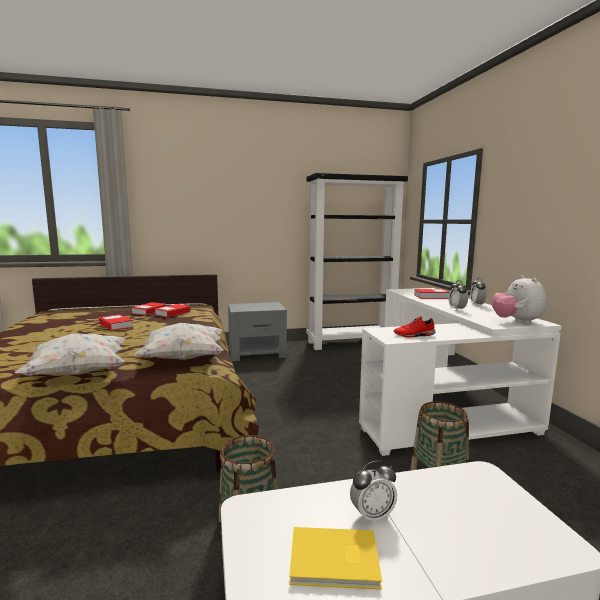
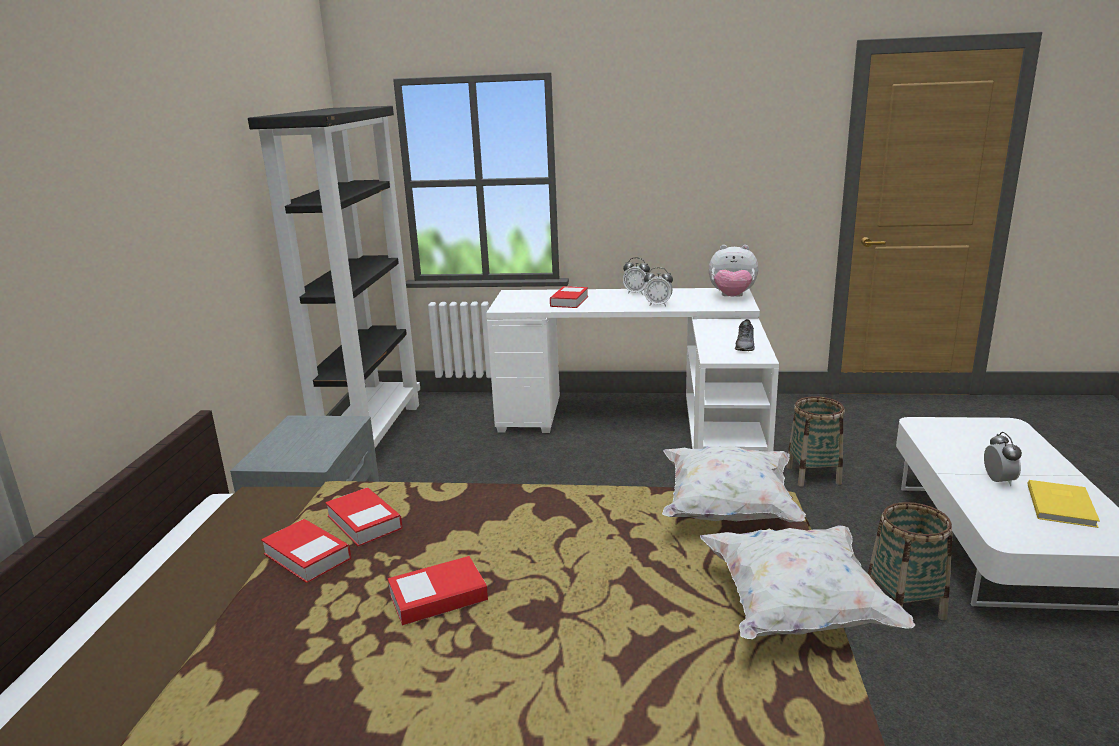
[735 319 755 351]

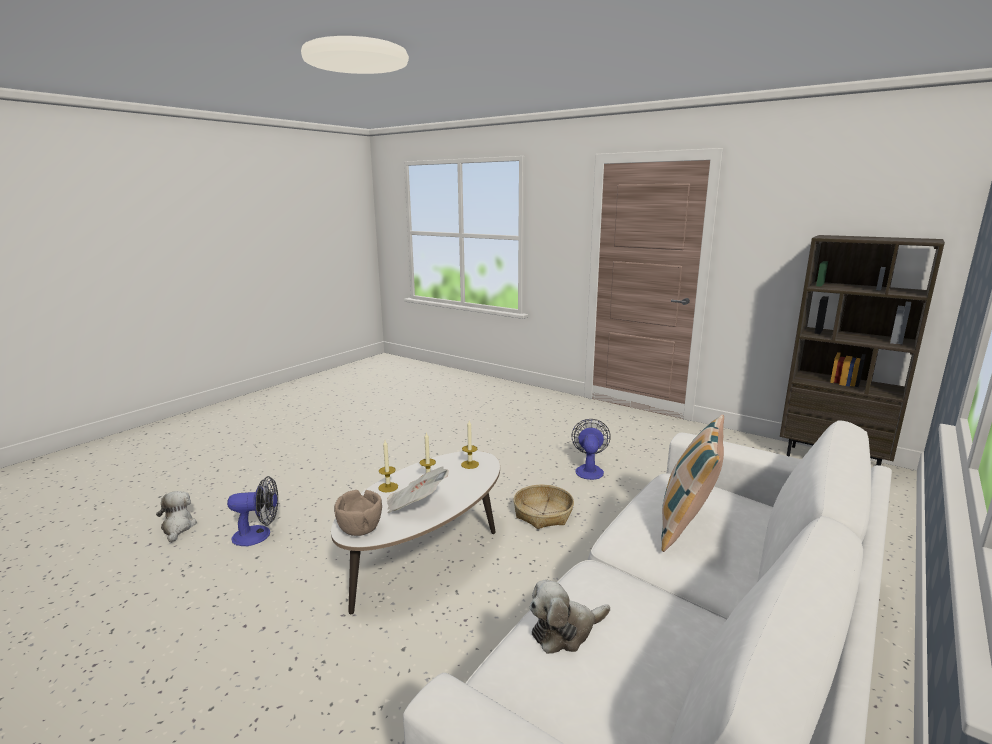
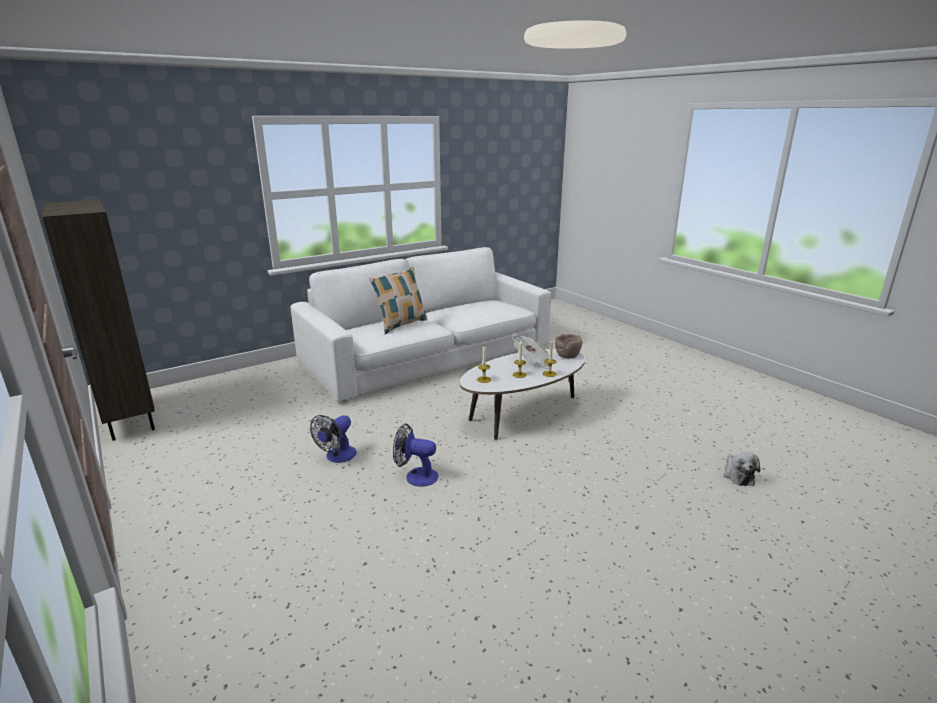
[393 423 438 486]
[513 485 574 529] (first image)
[529 580 610 654] (first image)

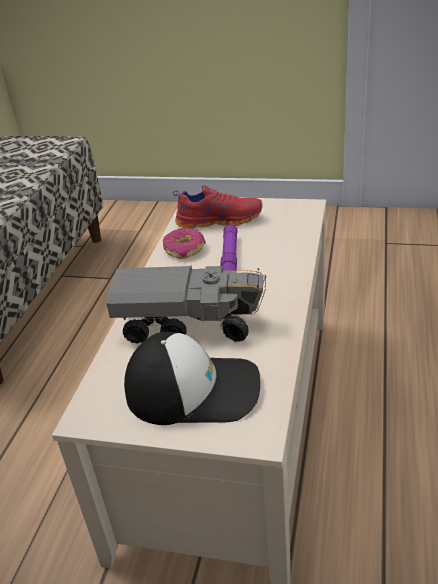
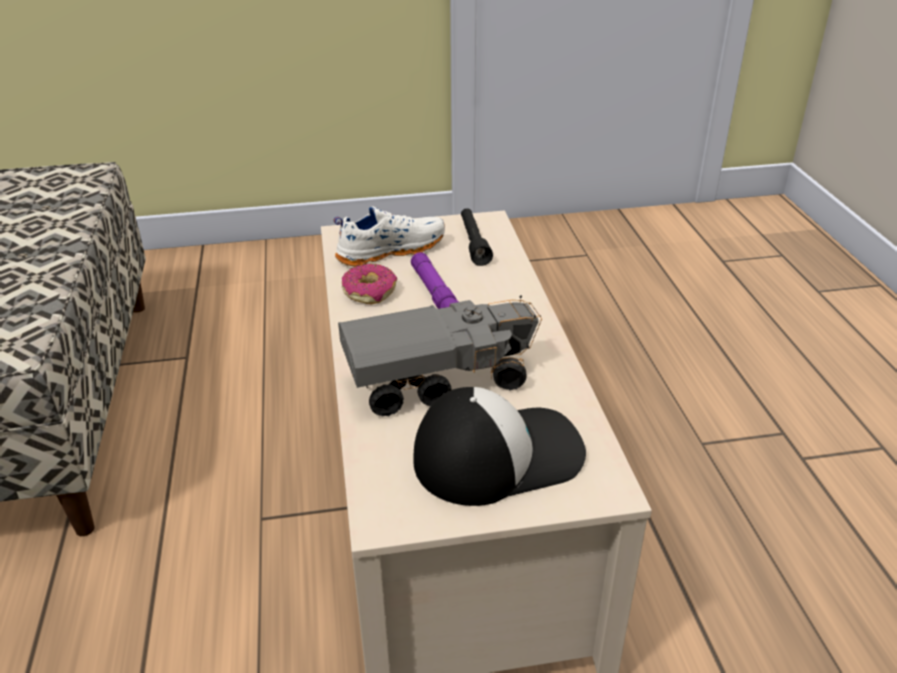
[334 207 445 266]
[461 208 493 266]

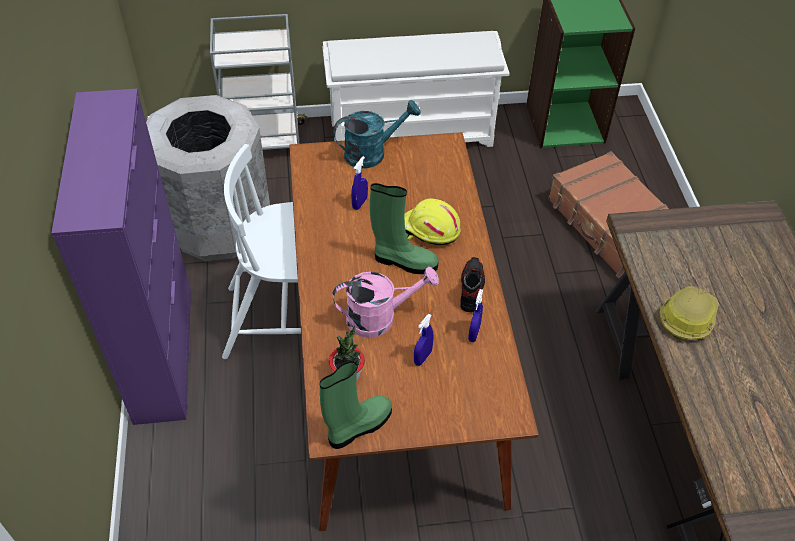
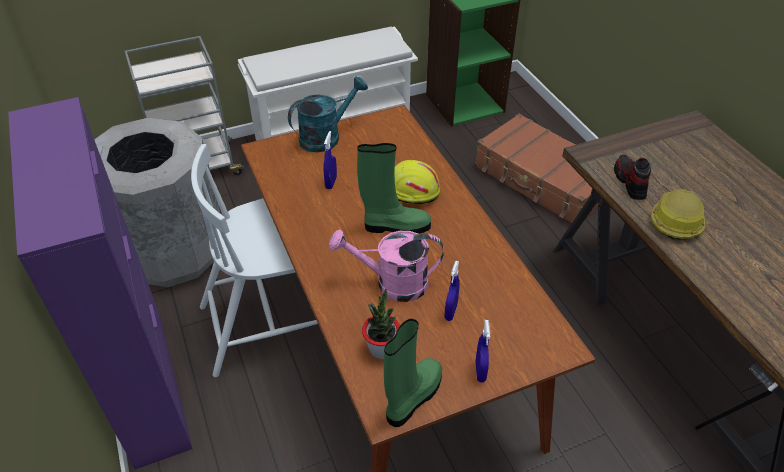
[614 155 651 200]
[329 229 443 302]
[476 320 490 383]

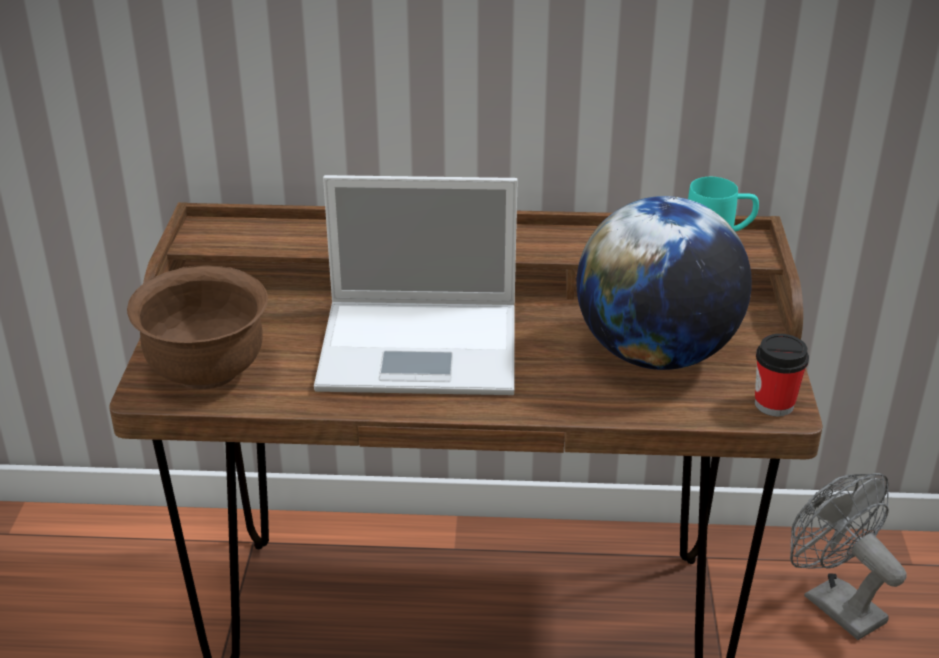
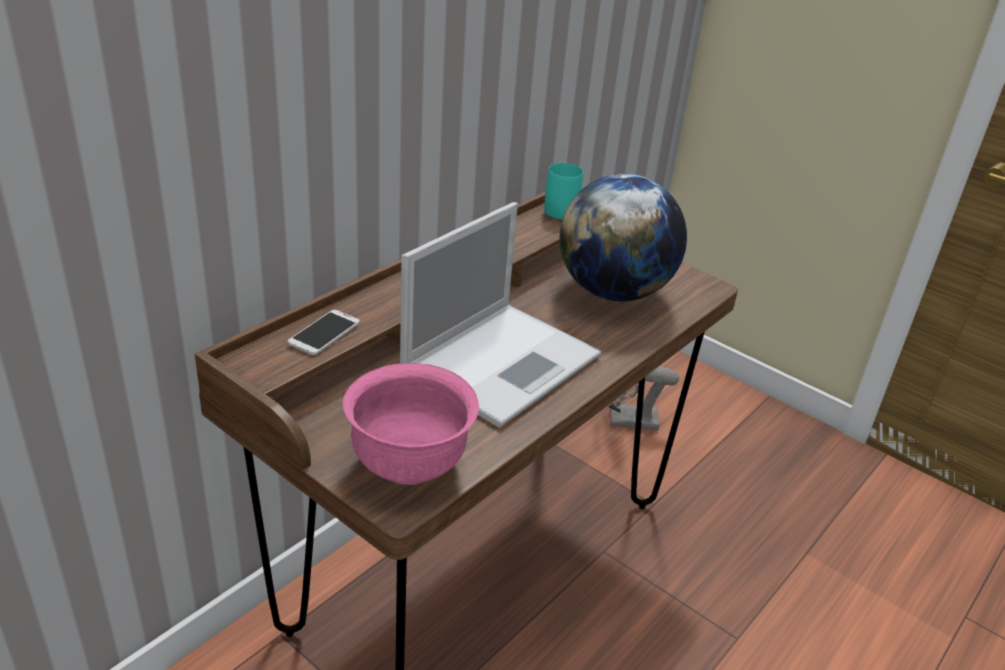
[343 363 479 485]
[755 334 809 416] (first image)
[288 310 360 355]

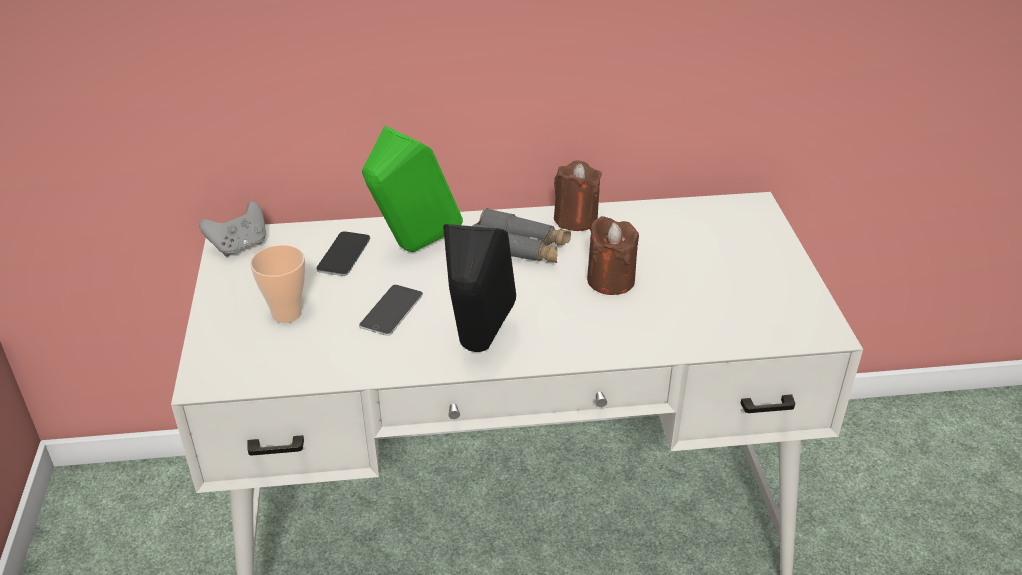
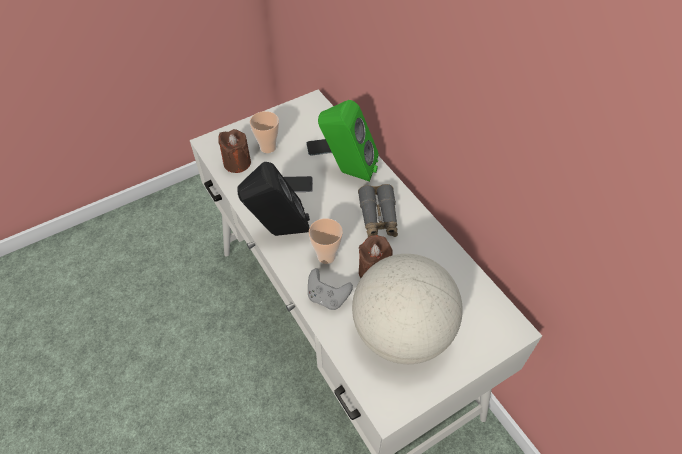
[218 129 251 173]
[308 268 353 310]
[309 218 343 264]
[352 254 463 364]

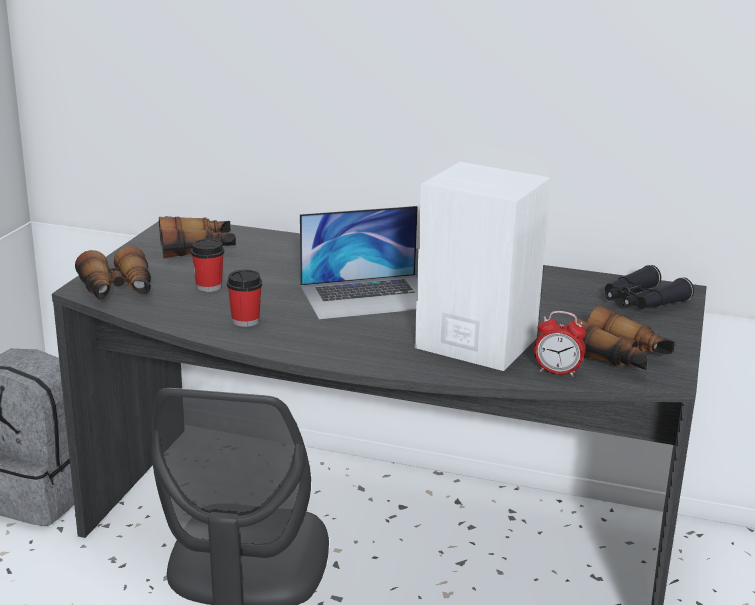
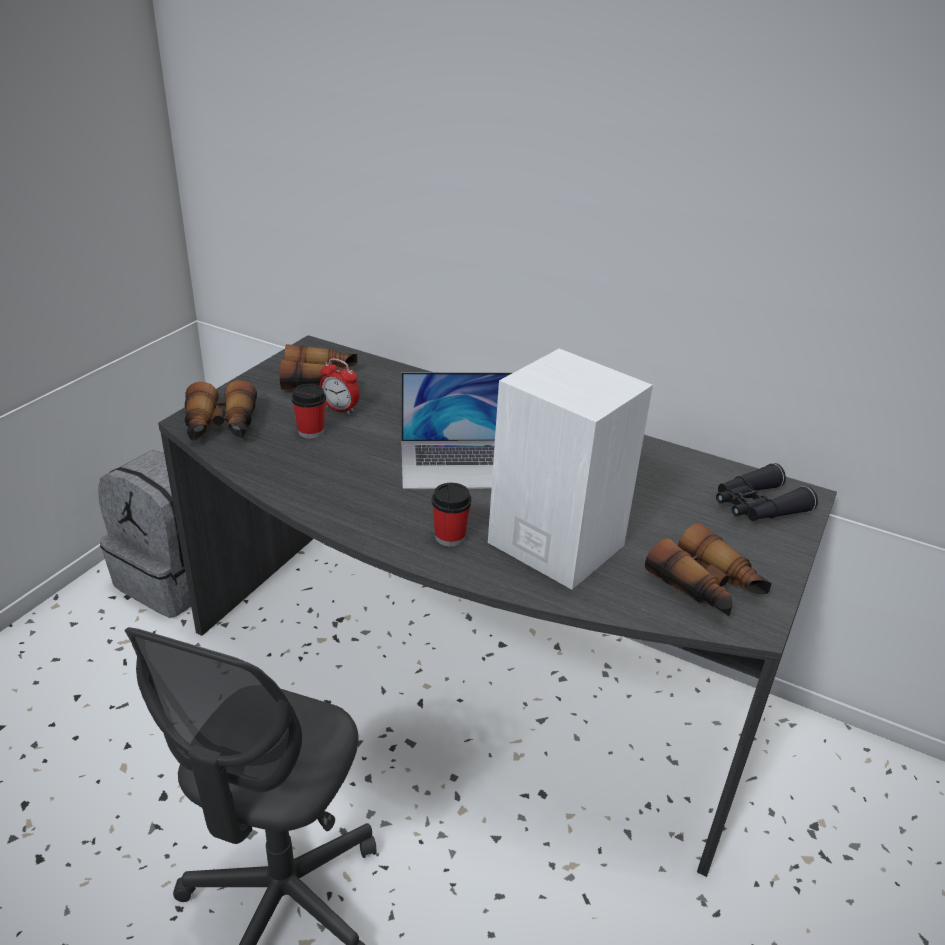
[432 483 471 546]
[319 358 359 415]

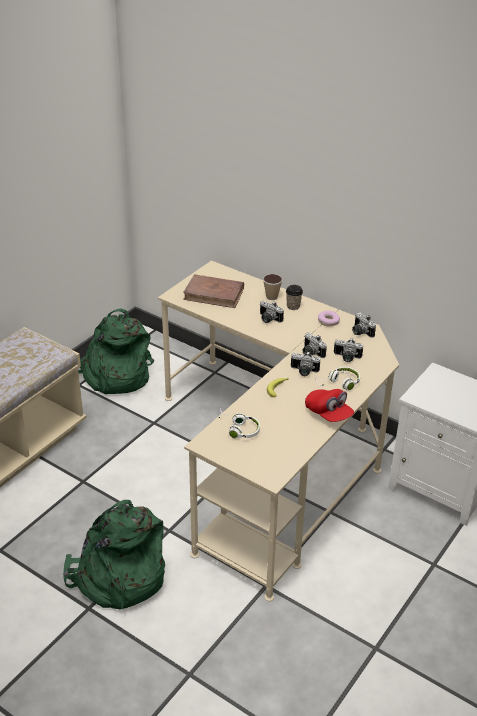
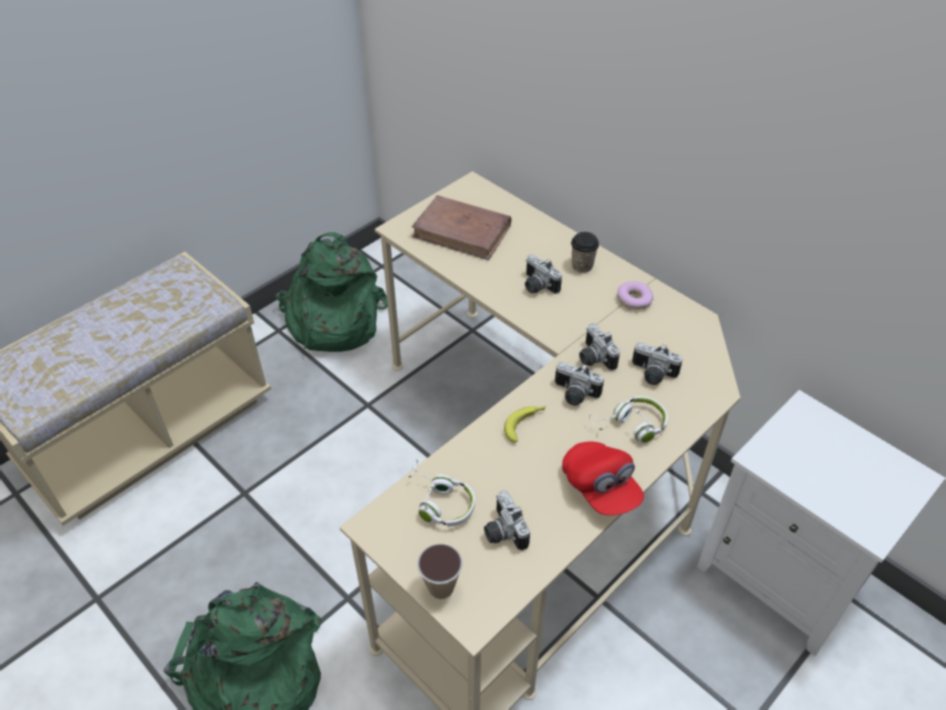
[417 544 463 599]
[484 490 530 551]

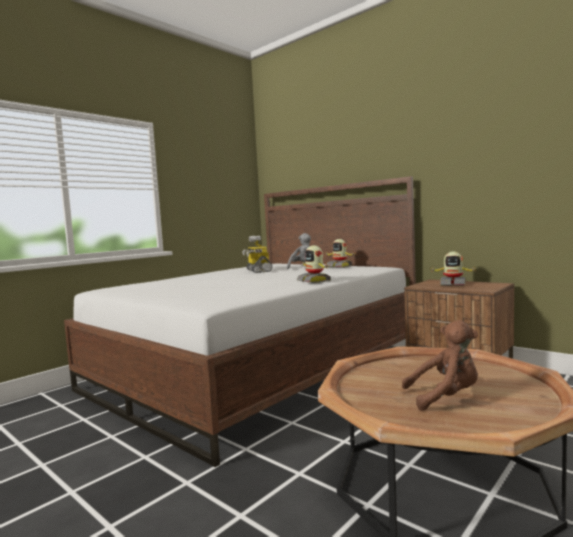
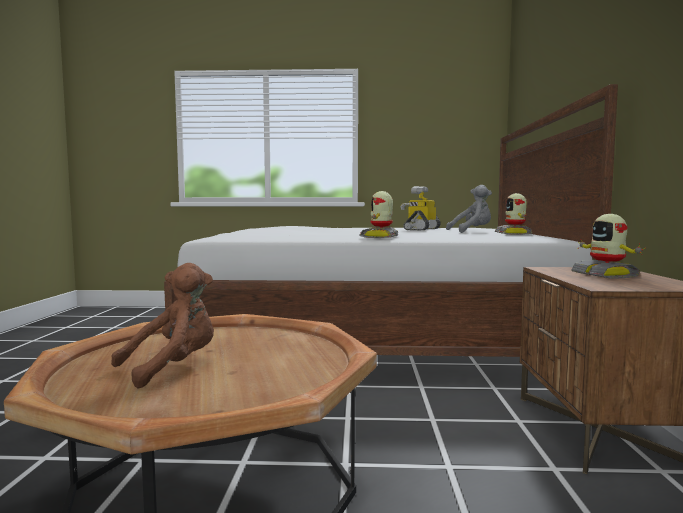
[111 263 214 389]

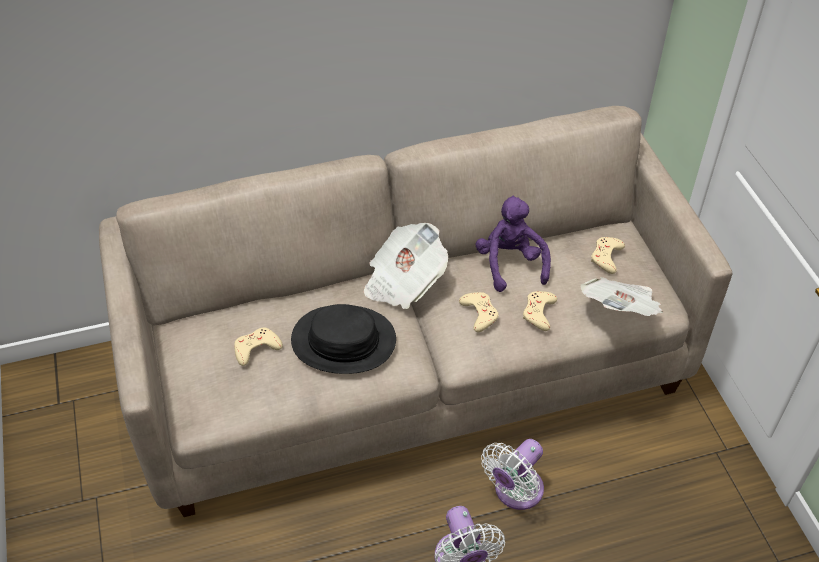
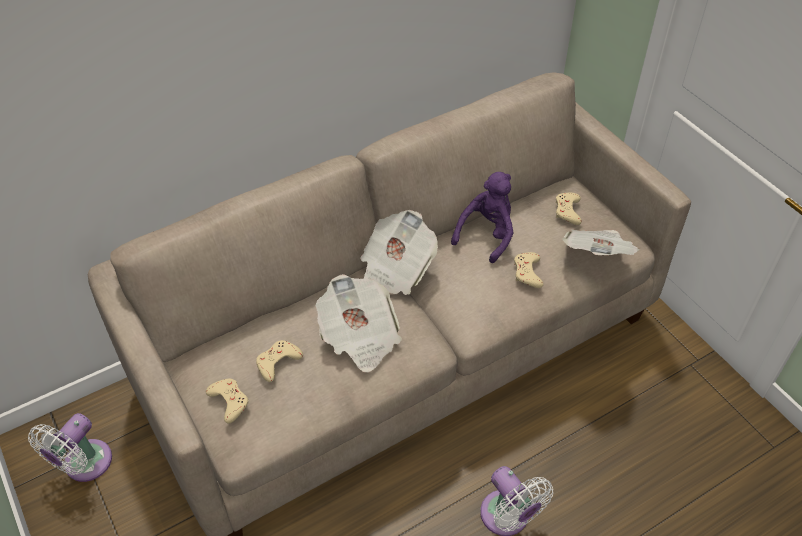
[451 172 513 263]
[206 378 248 424]
[316 274 402 372]
[28 413 112 482]

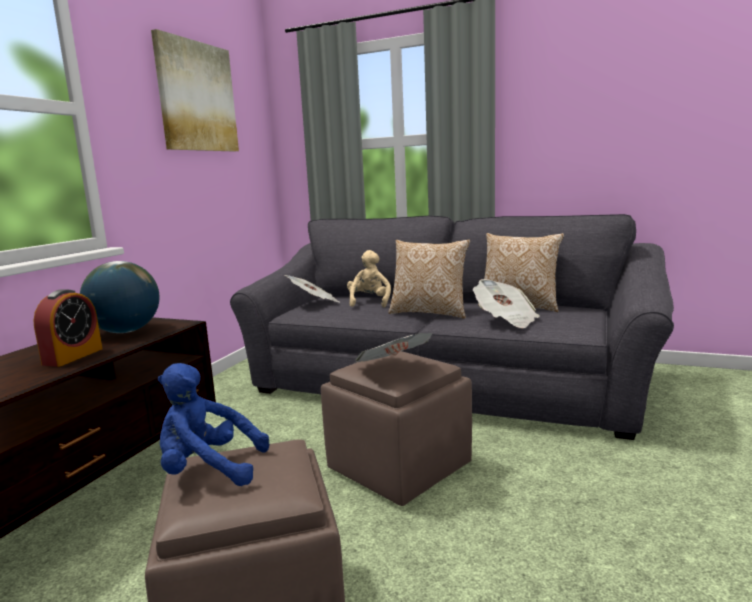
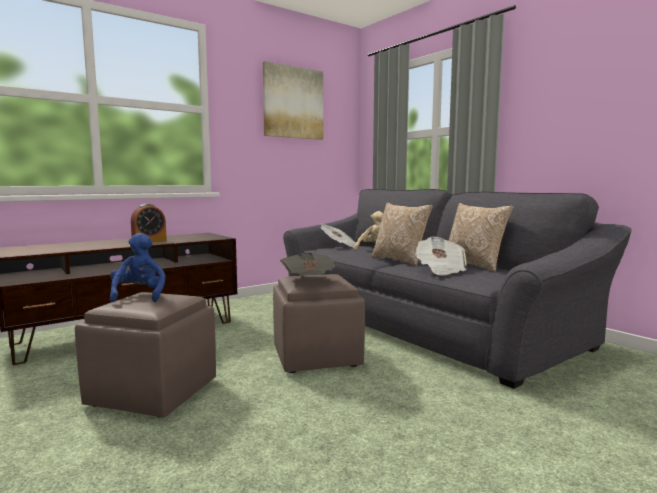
[80 261 159 333] (first image)
[110 233 166 302]

